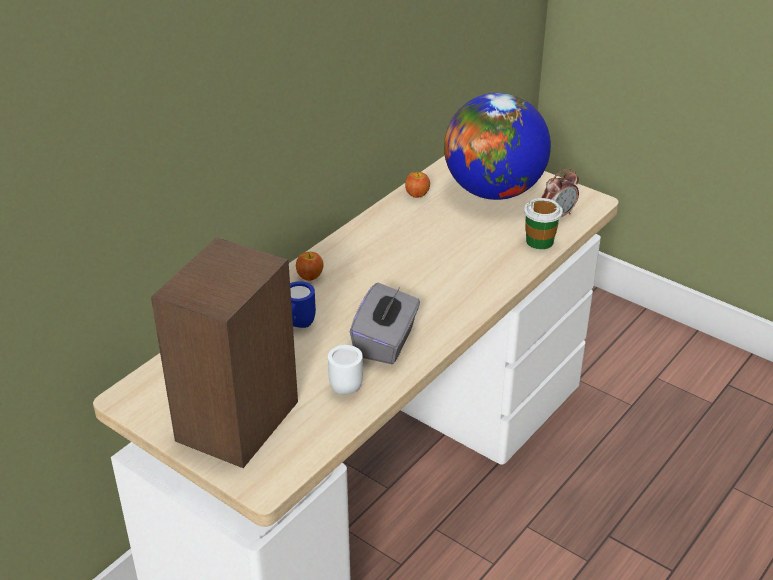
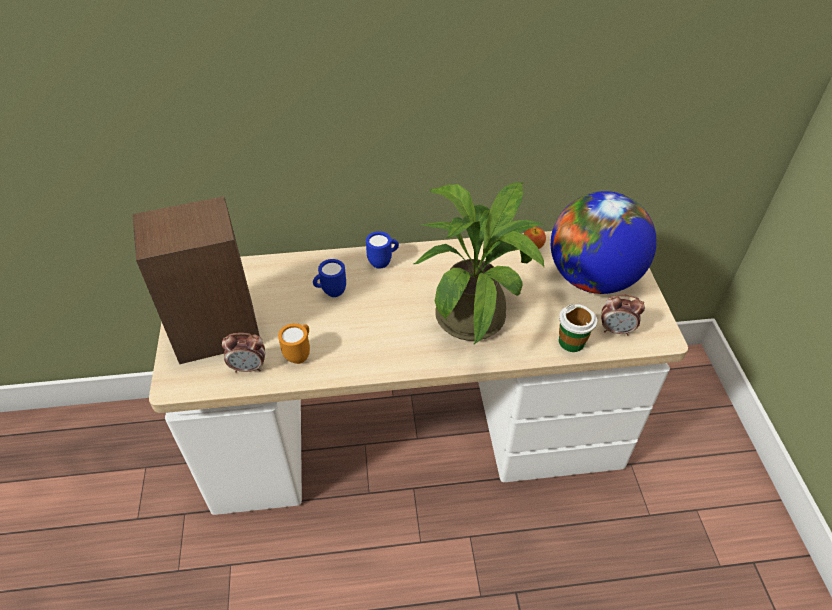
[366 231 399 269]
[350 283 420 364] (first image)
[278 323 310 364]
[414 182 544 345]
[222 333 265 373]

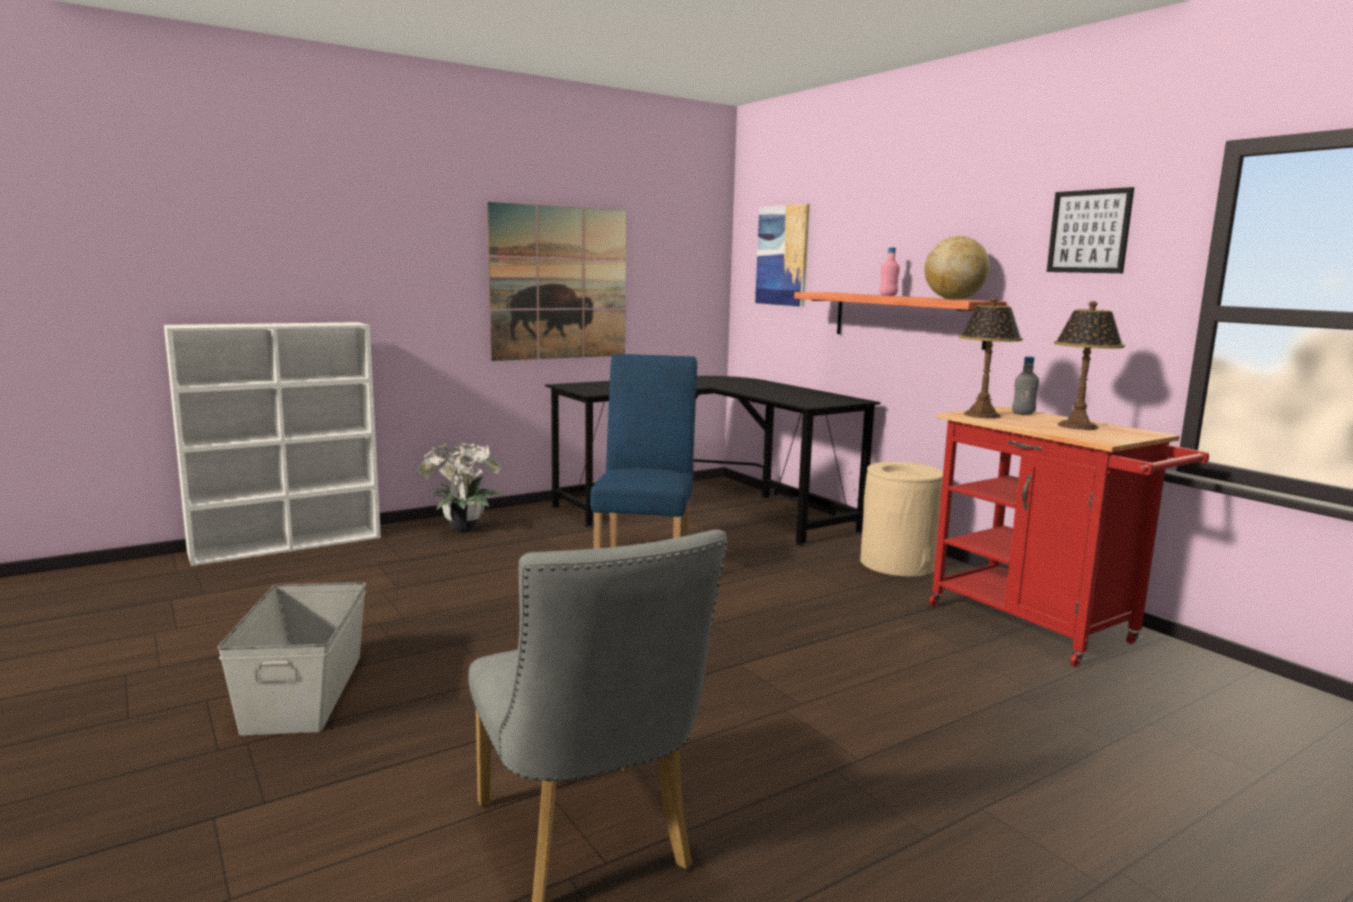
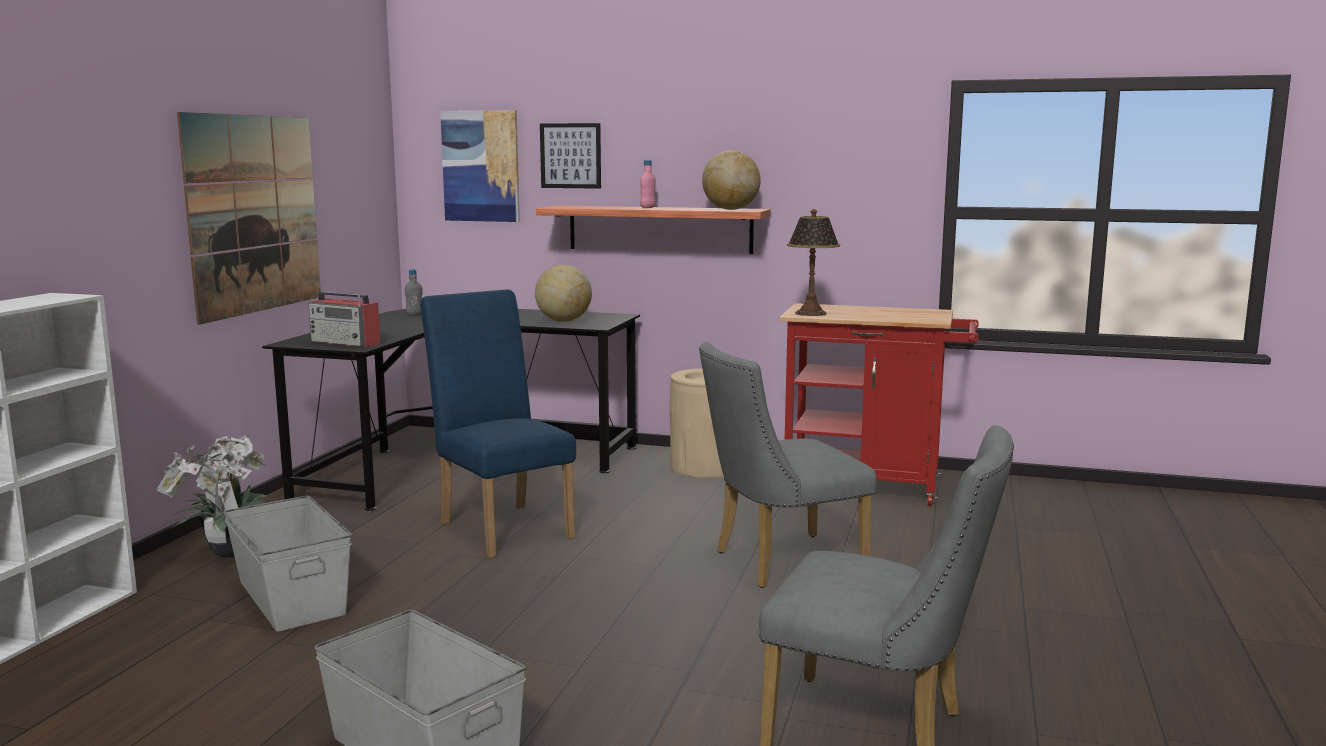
[540 123 601 189]
[1054 301 1125 430] (first image)
[405 269 423 316]
[535 265 592 322]
[308 292 381 348]
[699 342 876 588]
[223 496 352 632]

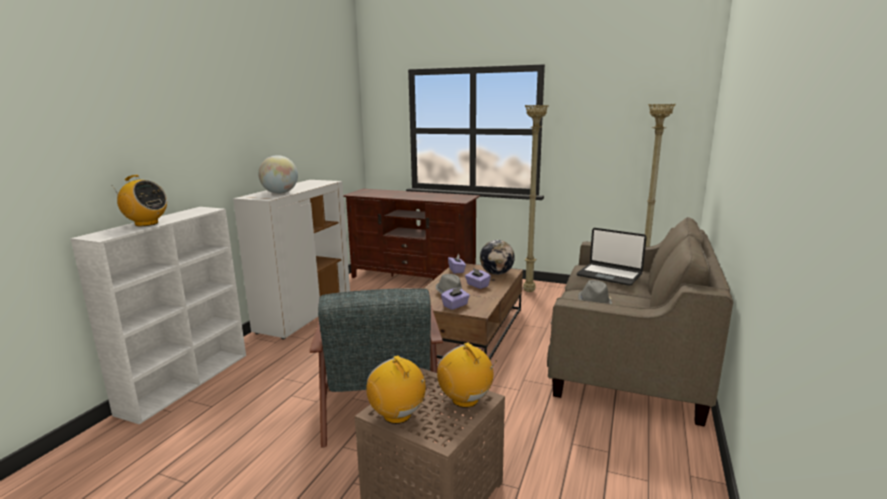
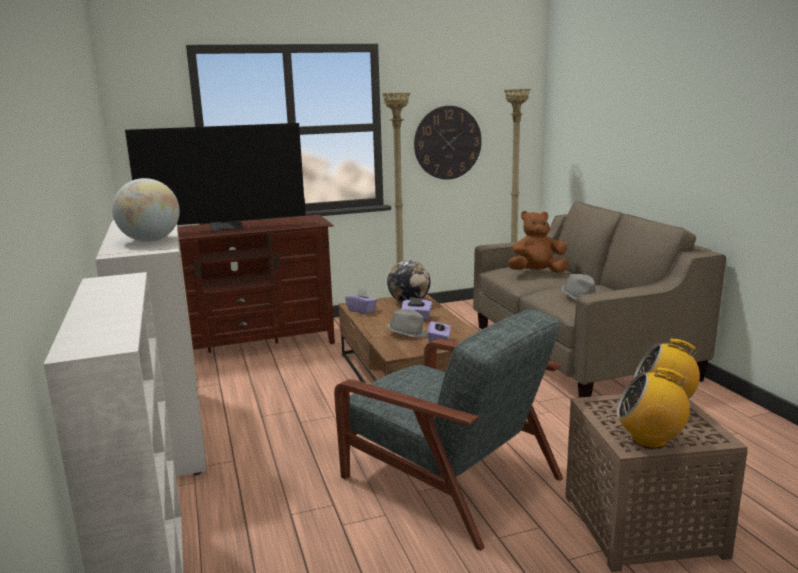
[113 175 167 226] (first image)
[508 211 568 273]
[414 106 482 180]
[125 123 306 230]

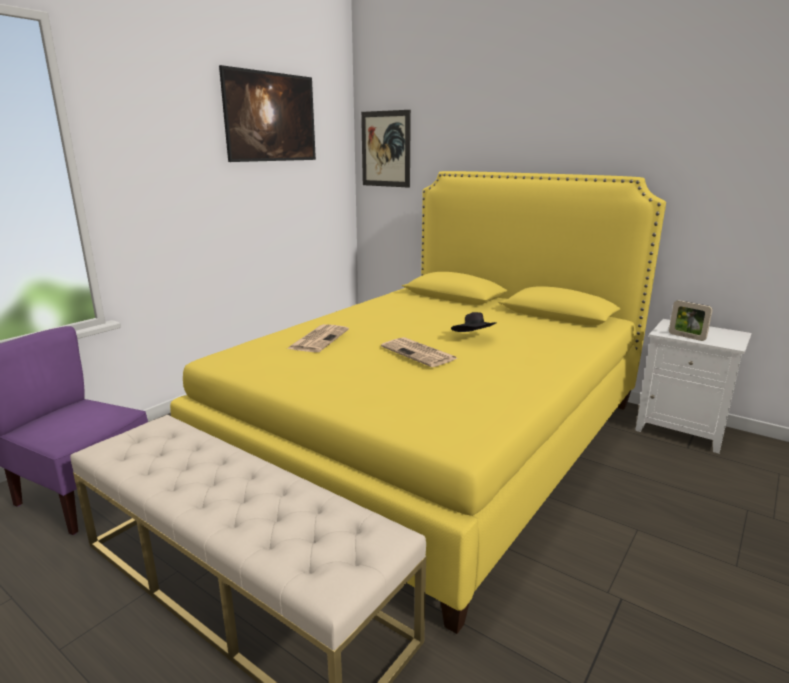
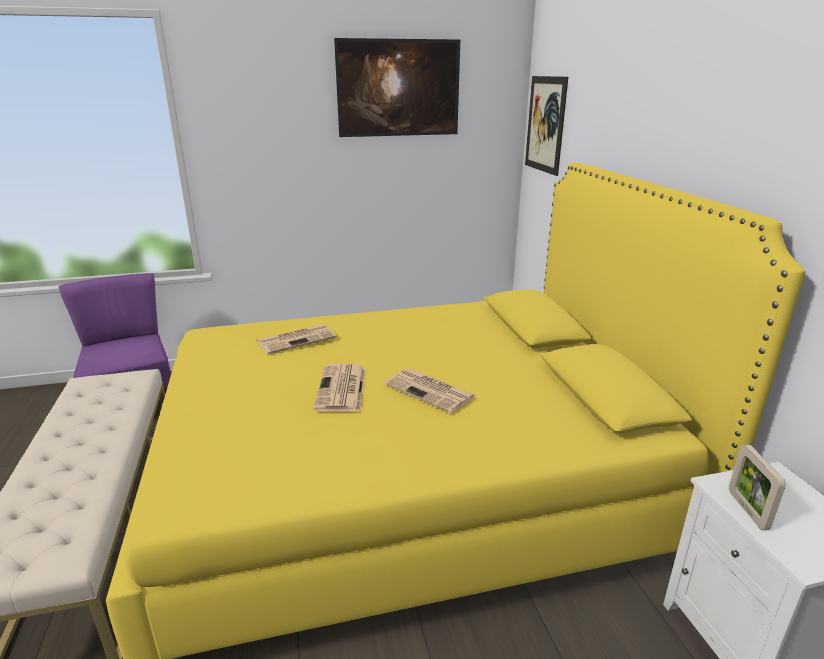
[384 368 476 413]

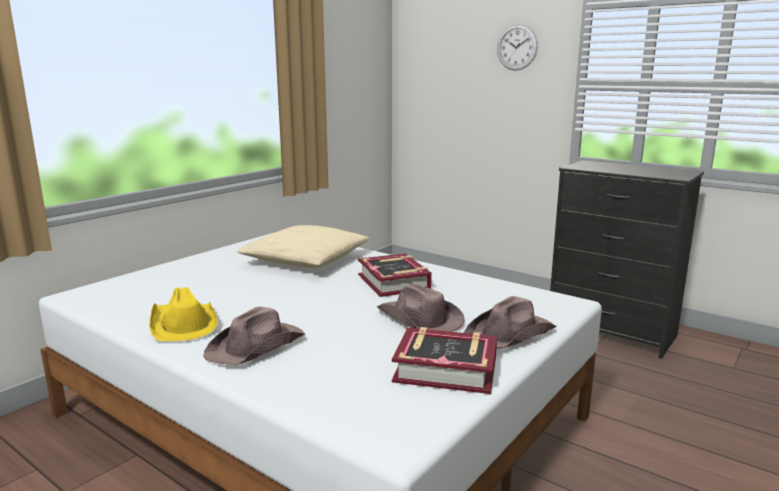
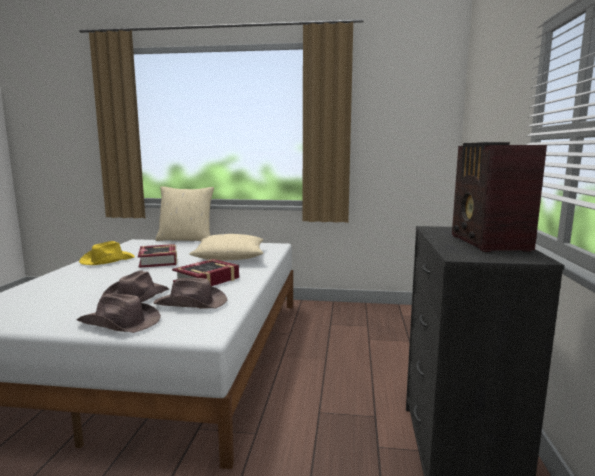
[497 24 538 71] (first image)
[153 278 227 309]
[138 244 177 268]
[452 142 547 252]
[155 186 214 241]

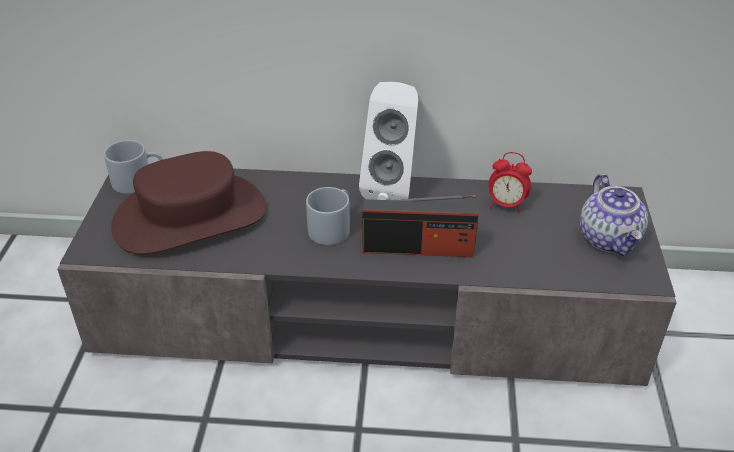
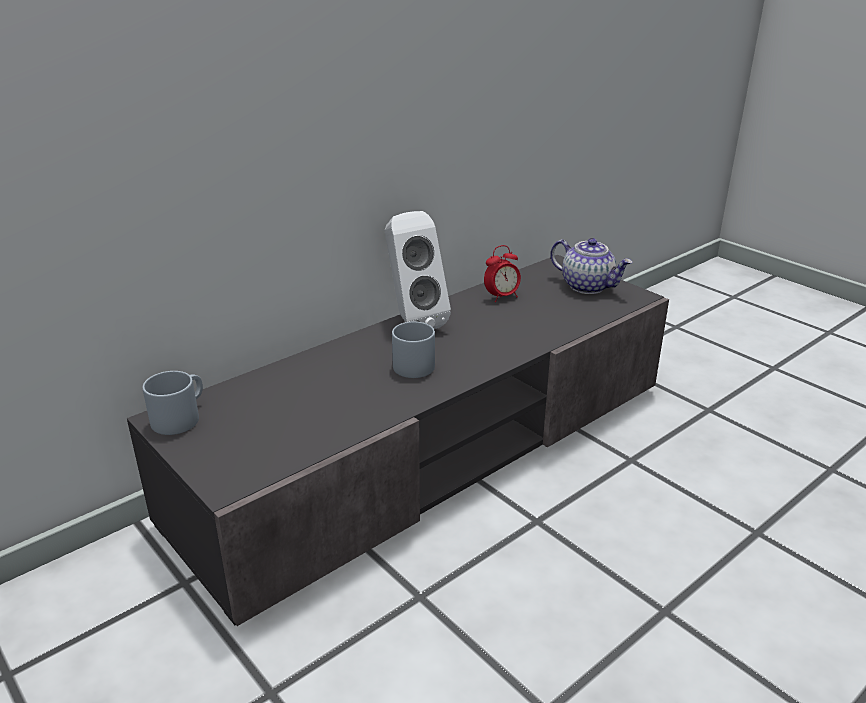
[111 151 267 254] (first image)
[362 195 478 257] (first image)

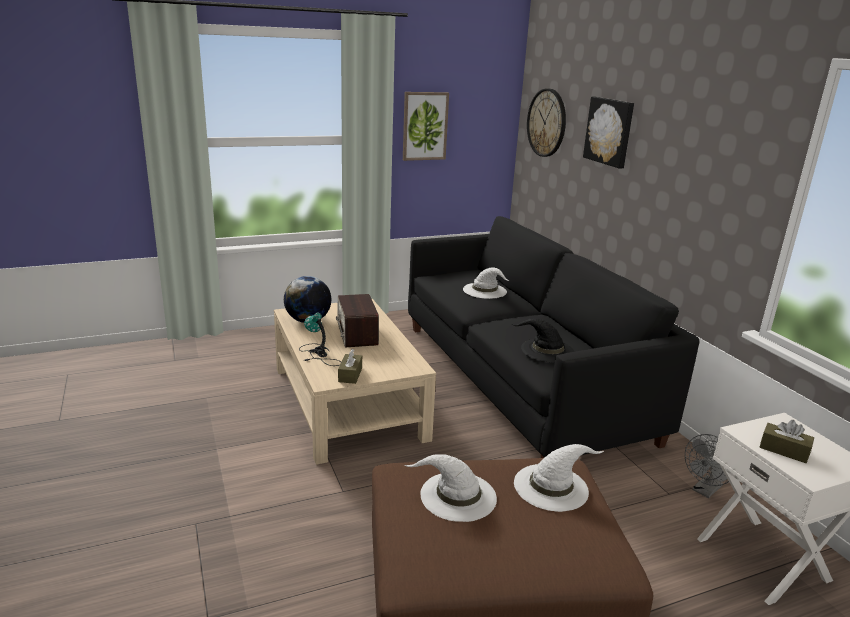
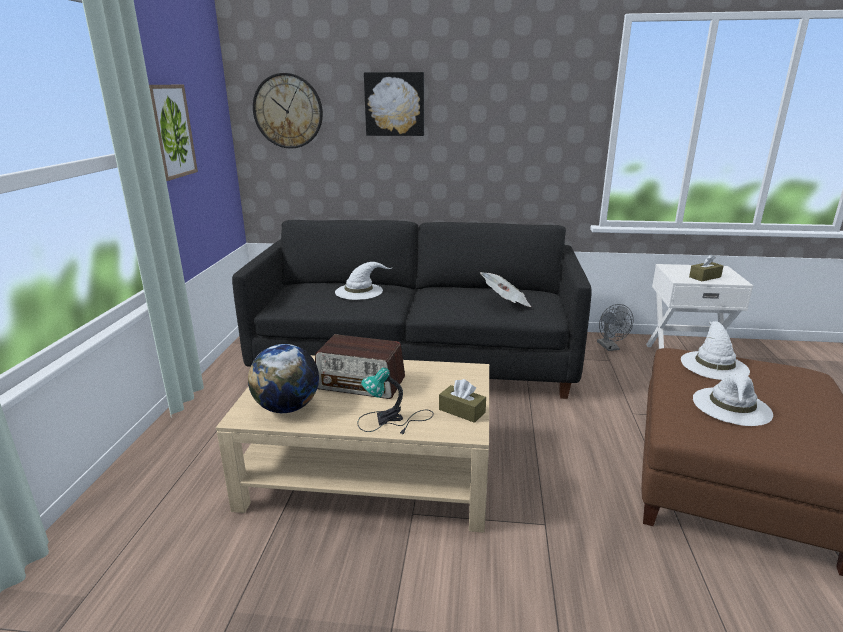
[480 272 531 307]

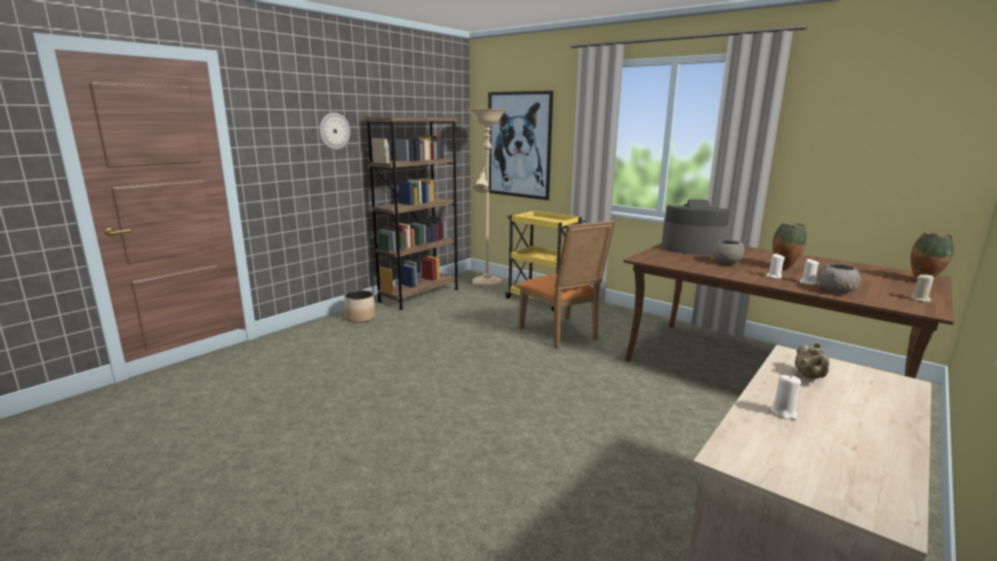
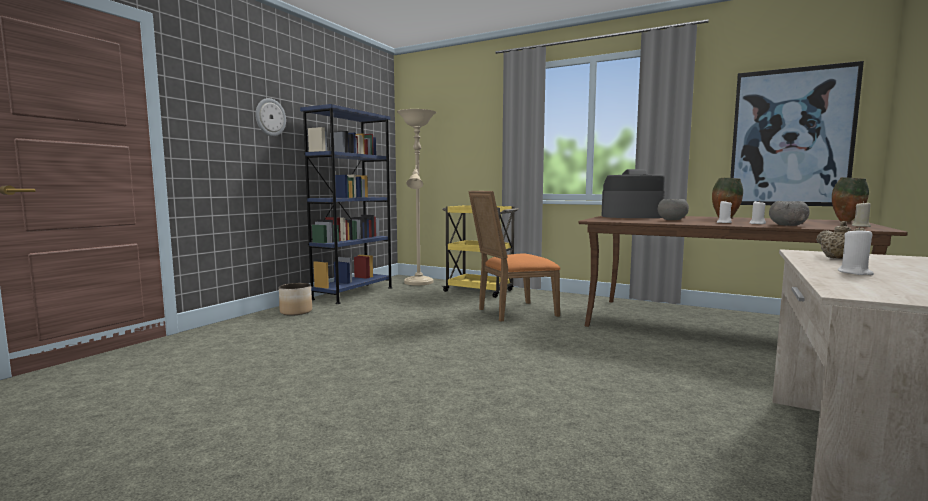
[730 61 864 206]
[300 104 392 304]
[468 191 560 321]

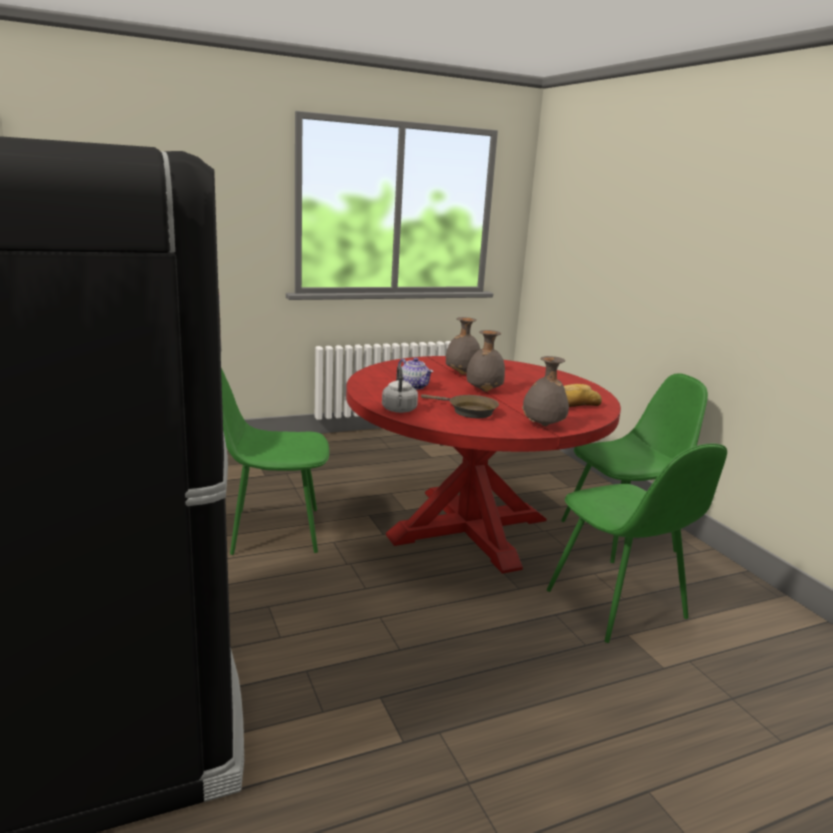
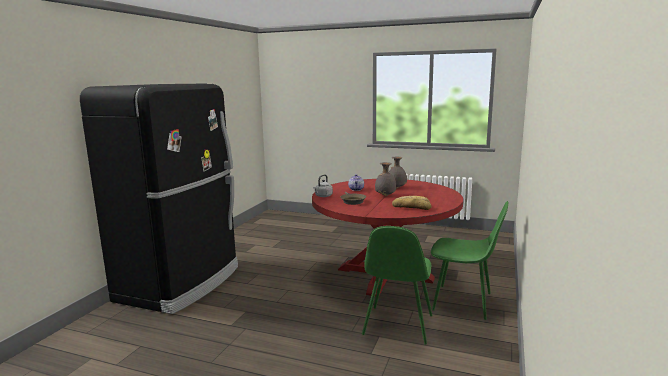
[522 356 569 426] (first image)
[221 368 329 555] (first image)

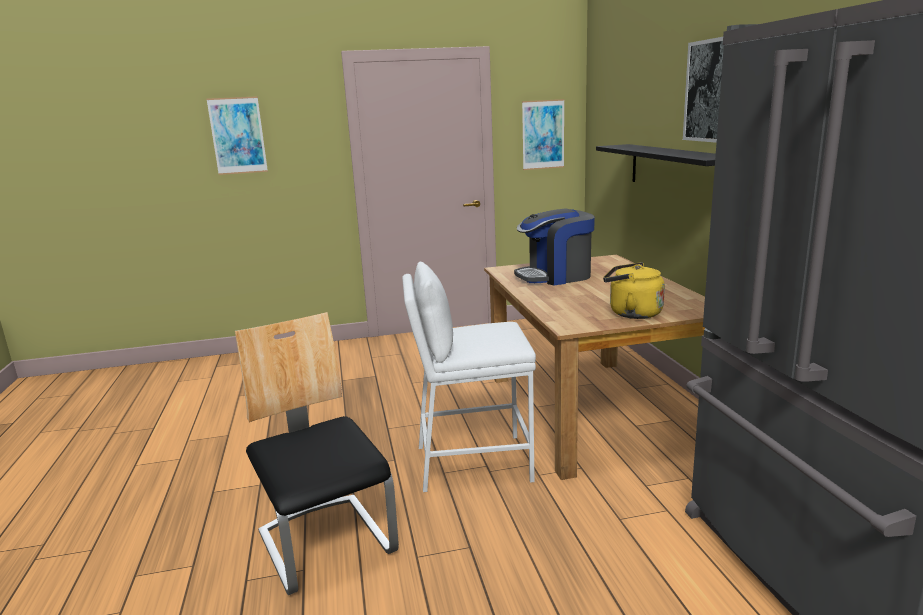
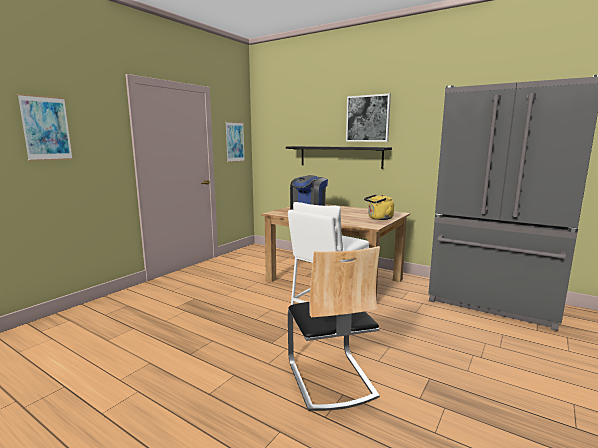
[288 246 380 411]

